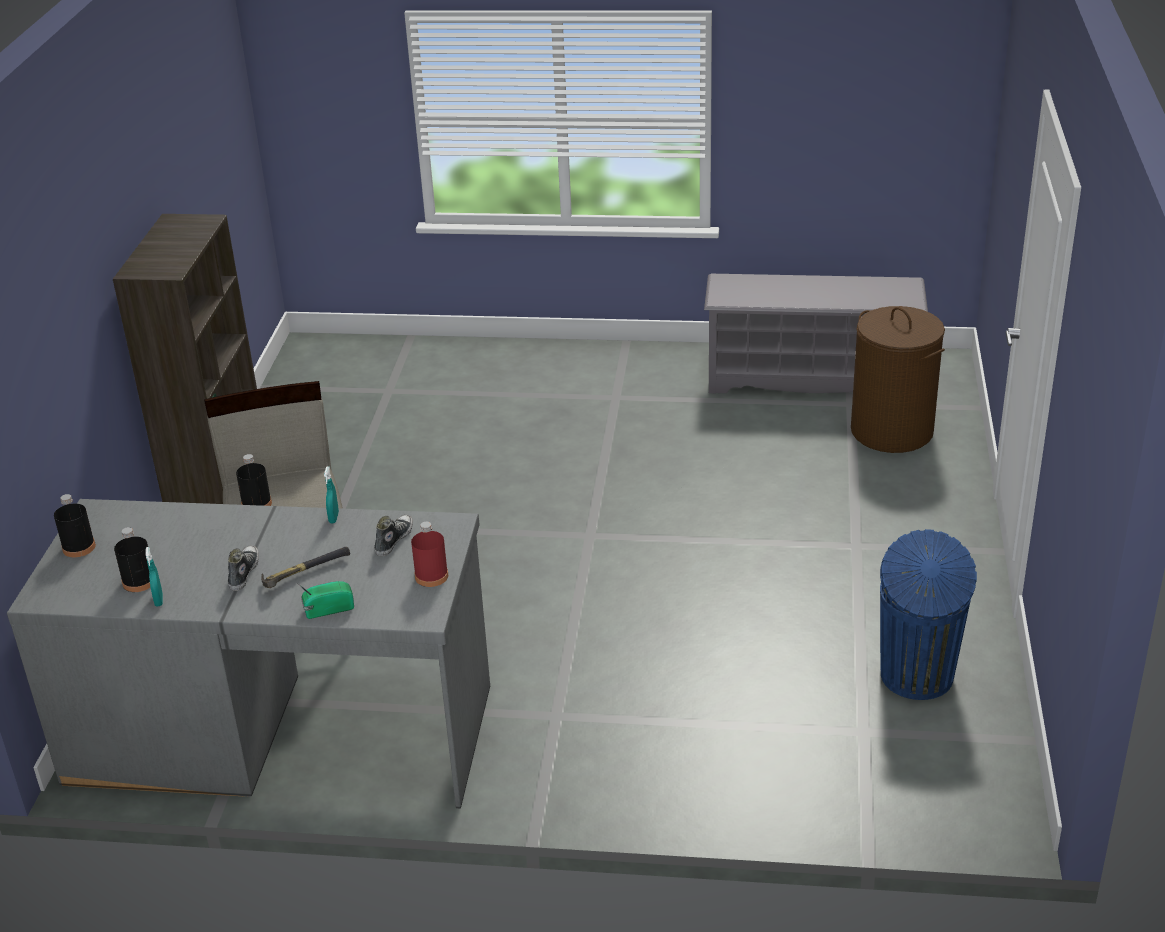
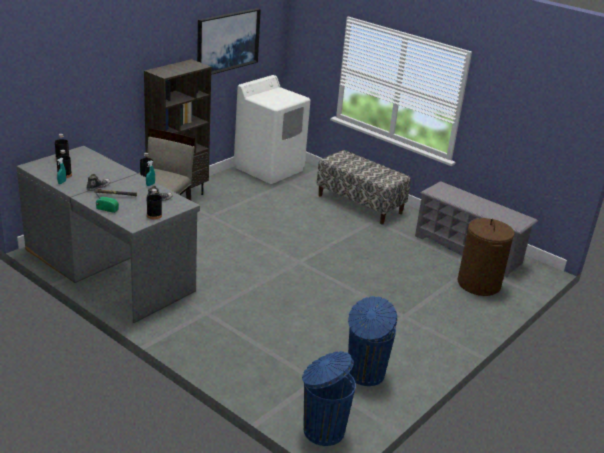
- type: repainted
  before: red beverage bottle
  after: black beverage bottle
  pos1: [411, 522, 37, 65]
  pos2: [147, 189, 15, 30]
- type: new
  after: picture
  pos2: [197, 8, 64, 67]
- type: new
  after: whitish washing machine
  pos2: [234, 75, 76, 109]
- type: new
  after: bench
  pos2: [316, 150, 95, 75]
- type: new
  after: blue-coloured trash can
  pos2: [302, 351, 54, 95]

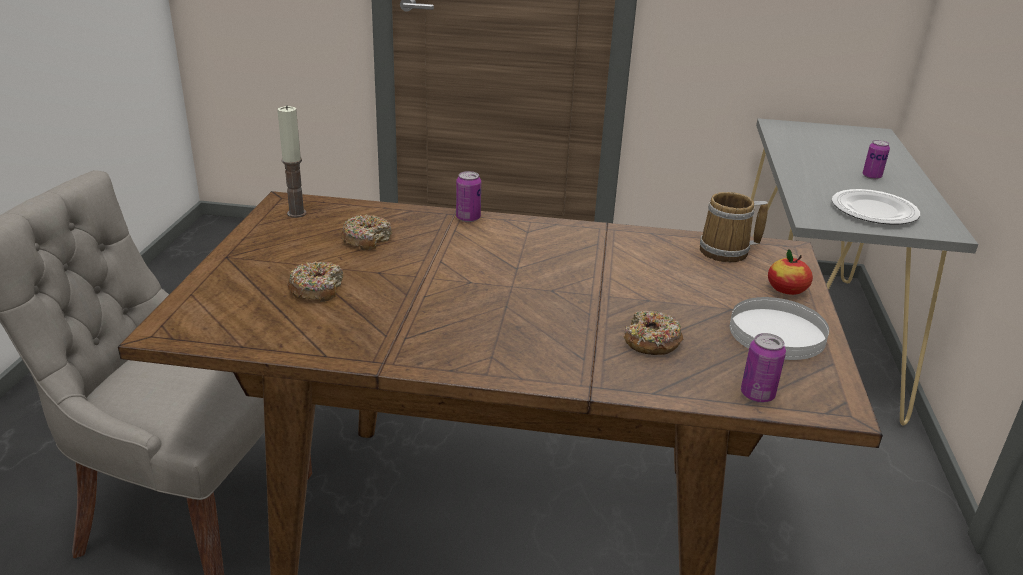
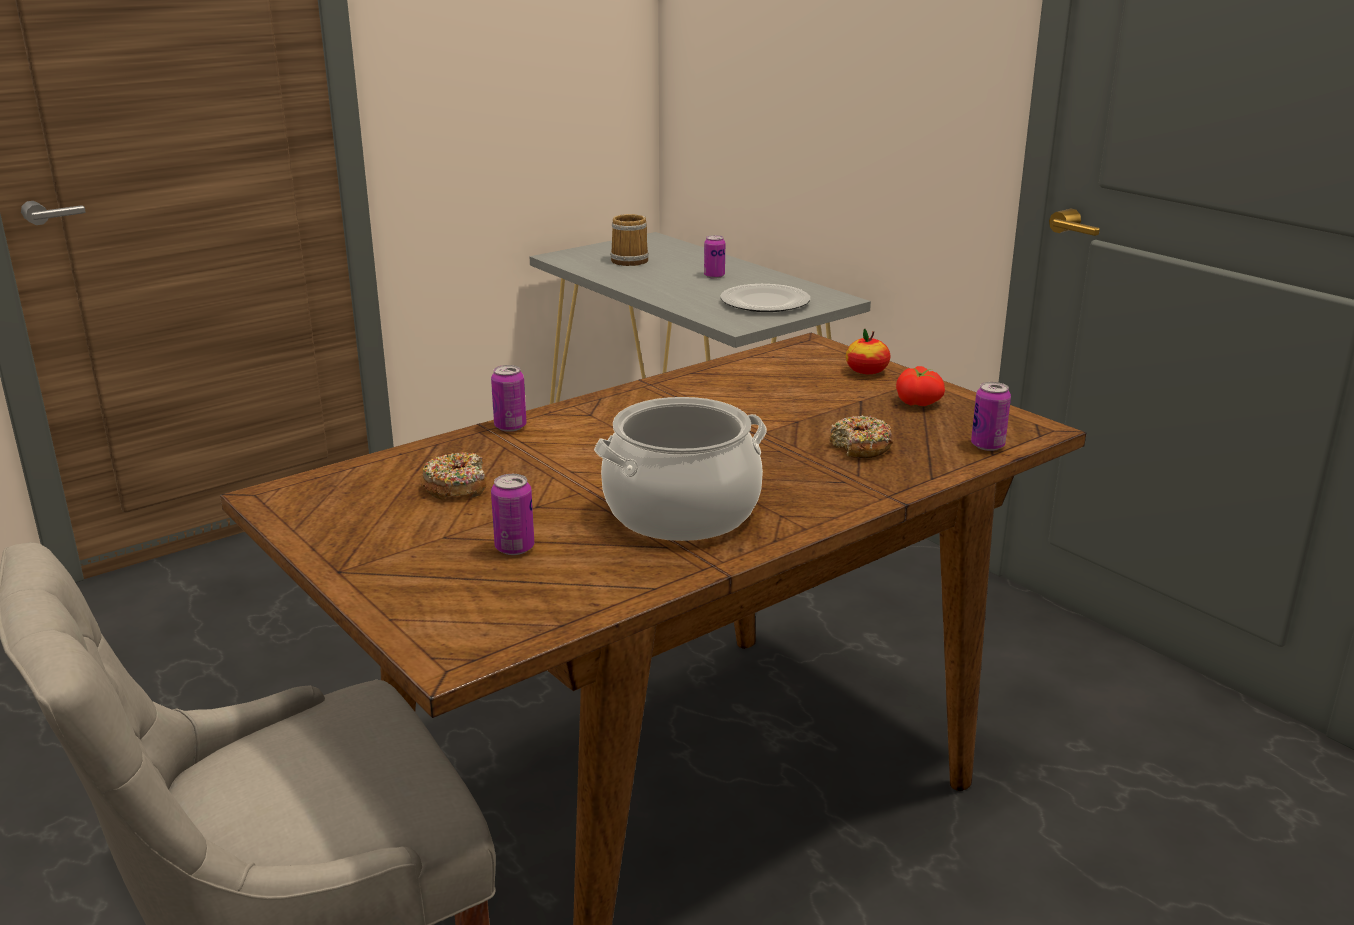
- type: gone
  before: wax candle
  pos1: [277, 105, 29, 113]
- type: shifted
  before: mug
  pos1: [700, 192, 68, 70]
  pos2: [610, 214, 39, 52]
- type: swapped
  before: ring doughnut
  after: can
  pos1: [287, 261, 57, 41]
  pos2: [491, 474, 43, 81]
- type: swapped
  before: whitish plate
  after: tomato
  pos1: [730, 297, 99, 63]
  pos2: [896, 366, 49, 40]
- type: new
  after: saucepot
  pos2: [594, 397, 173, 144]

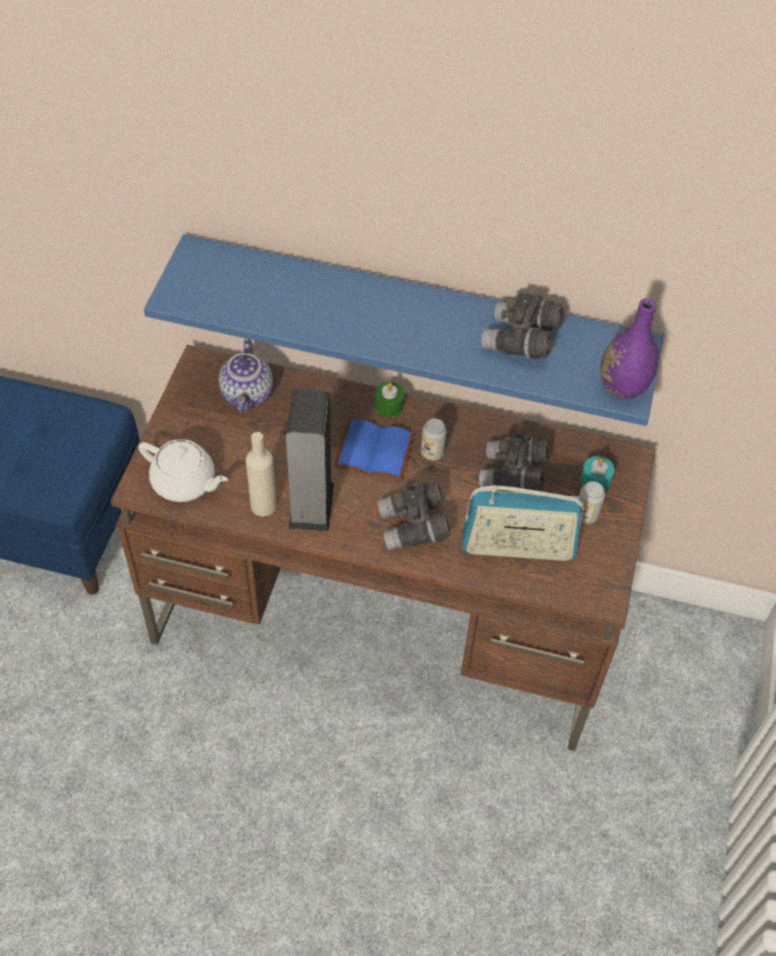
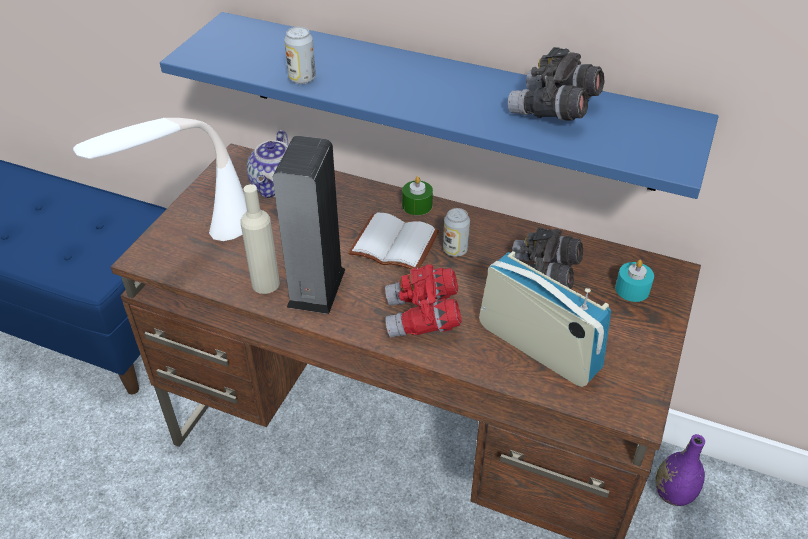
- type: shifted
  before: purplish flower vase
  pos1: [600, 298, 59, 101]
  pos2: [655, 434, 50, 72]
- type: repainted
  before: blue-coloured bound book
  after: whitish bound book
  pos1: [334, 420, 81, 61]
  pos2: [348, 212, 91, 57]
- type: swapped
  before: whitish tea pot
  after: whitish tabletop lamp
  pos1: [138, 439, 90, 63]
  pos2: [73, 118, 174, 123]
- type: repainted
  before: greyish pair of binoculars
  after: red pair of binoculars
  pos1: [377, 481, 74, 69]
  pos2: [385, 264, 76, 74]
- type: shifted
  before: can
  pos1: [579, 481, 26, 43]
  pos2: [284, 27, 32, 57]
- type: rotated
  before: radio receiver
  pos1: [462, 485, 122, 76]
  pos2: [479, 251, 132, 136]
  turn: -150

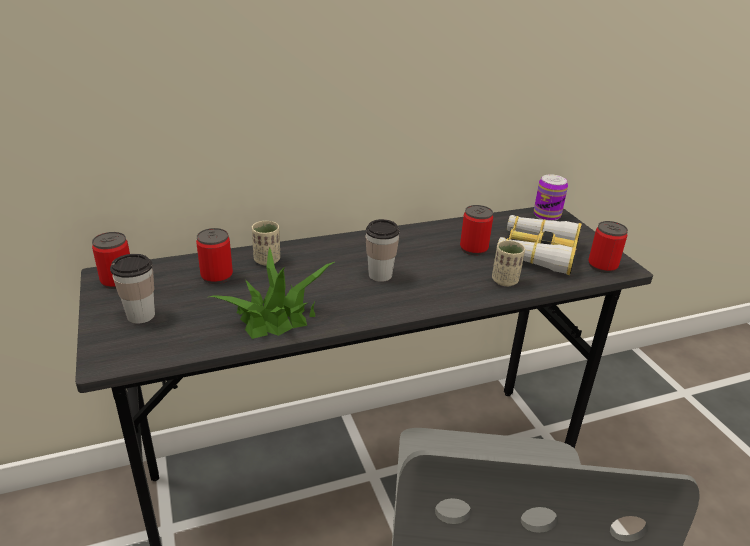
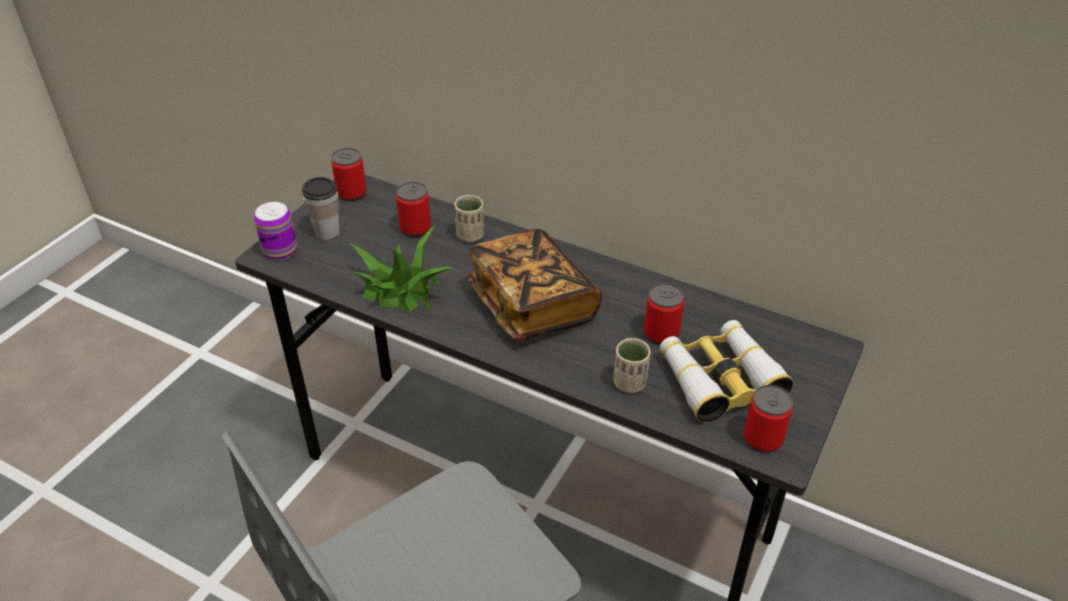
- type: shifted
  before: can
  pos1: [534, 174, 34, 47]
  pos2: [254, 202, 43, 58]
- type: swapped
  before: drinking cup
  after: bound book
  pos1: [365, 219, 34, 63]
  pos2: [467, 229, 135, 112]

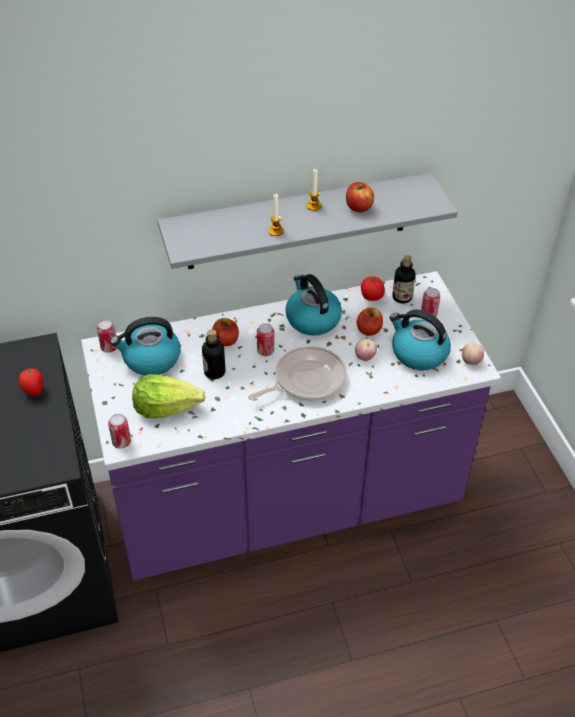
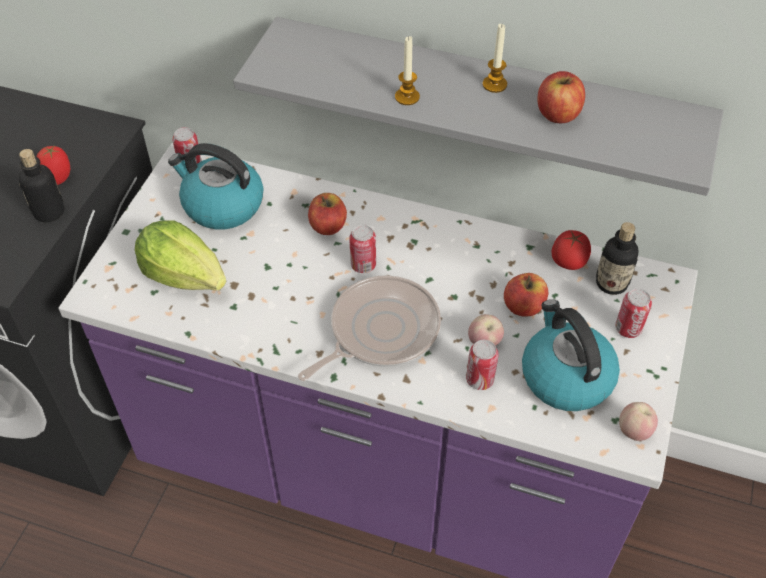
- type: gone
  before: tea kettle
  pos1: [285, 274, 57, 61]
- type: shifted
  before: beverage bottle
  pos1: [202, 329, 24, 50]
  pos2: [19, 149, 46, 73]
- type: rotated
  before: skillet
  pos1: [248, 346, 99, 55]
  pos2: [298, 275, 143, 106]
  turn: -45
- type: shifted
  before: can
  pos1: [108, 414, 23, 35]
  pos2: [466, 340, 33, 50]

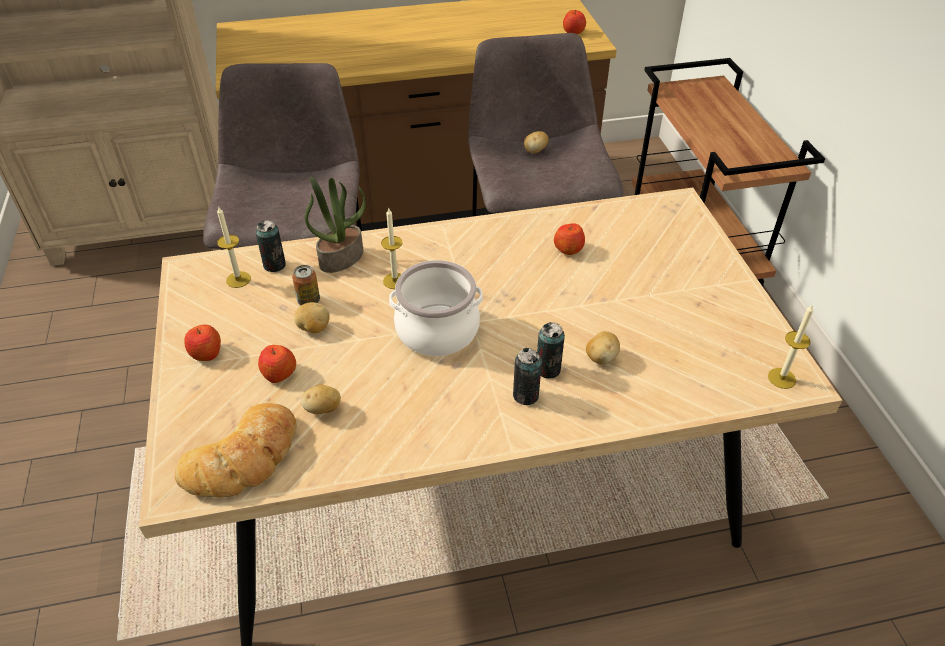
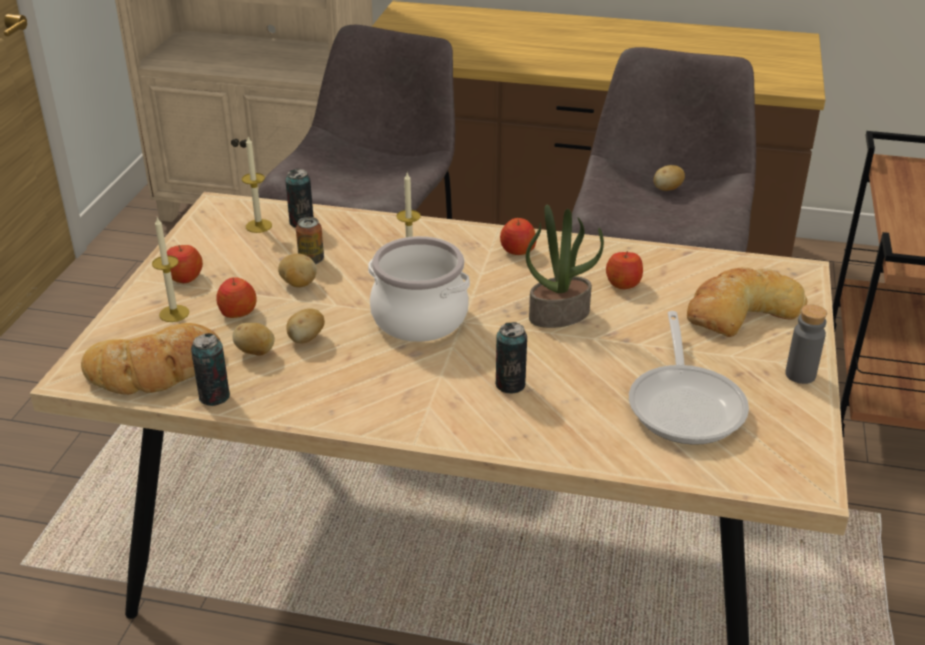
- type: shifted
  before: whole apple
  pos1: [563, 10, 23, 24]
  pos2: [500, 218, 37, 37]
- type: shifted
  before: plant in a pot
  pos1: [305, 177, 61, 96]
  pos2: [526, 205, 78, 123]
- type: shifted
  before: wax candle
  pos1: [768, 304, 46, 85]
  pos2: [152, 218, 37, 104]
- type: shifted
  before: whole potato
  pos1: [586, 331, 34, 34]
  pos2: [286, 308, 39, 35]
- type: shifted
  before: can
  pos1: [513, 348, 29, 57]
  pos2: [191, 333, 39, 73]
- type: new
  after: bakery bread
  pos2: [687, 267, 120, 70]
- type: new
  after: greyish beverage bottle
  pos2: [785, 304, 42, 80]
- type: new
  after: skillet
  pos2: [629, 311, 120, 134]

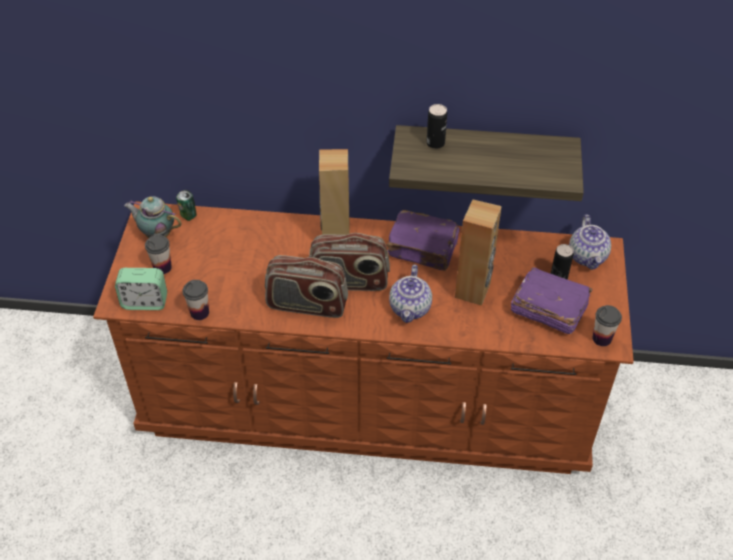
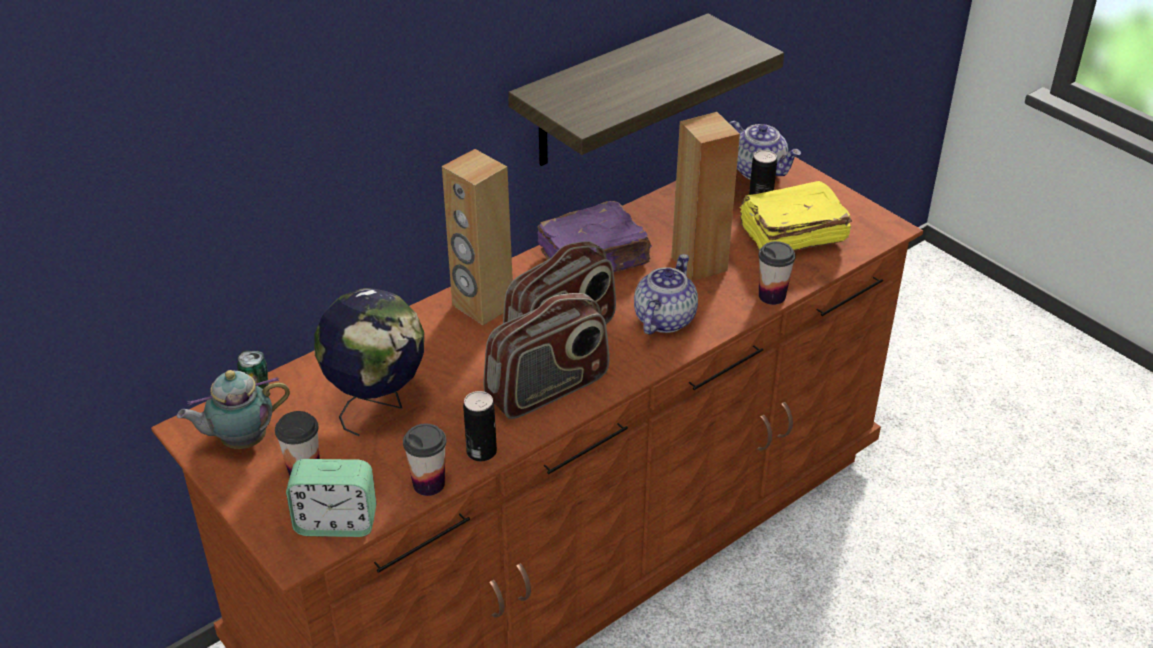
- type: shifted
  before: can
  pos1: [426, 104, 21, 45]
  pos2: [463, 391, 34, 70]
- type: rotated
  before: tea pot
  pos1: [389, 265, 43, 58]
  pos2: [634, 254, 64, 80]
  turn: -120
- type: repainted
  before: purplish bound book
  after: yellow bound book
  pos1: [511, 267, 81, 67]
  pos2: [739, 181, 113, 70]
- type: rotated
  before: table clock
  pos1: [115, 268, 52, 42]
  pos2: [286, 459, 90, 78]
  turn: 45
- type: shifted
  before: drinking cup
  pos1: [592, 305, 30, 41]
  pos2: [758, 241, 38, 64]
- type: new
  after: desk globe
  pos2: [315, 288, 109, 148]

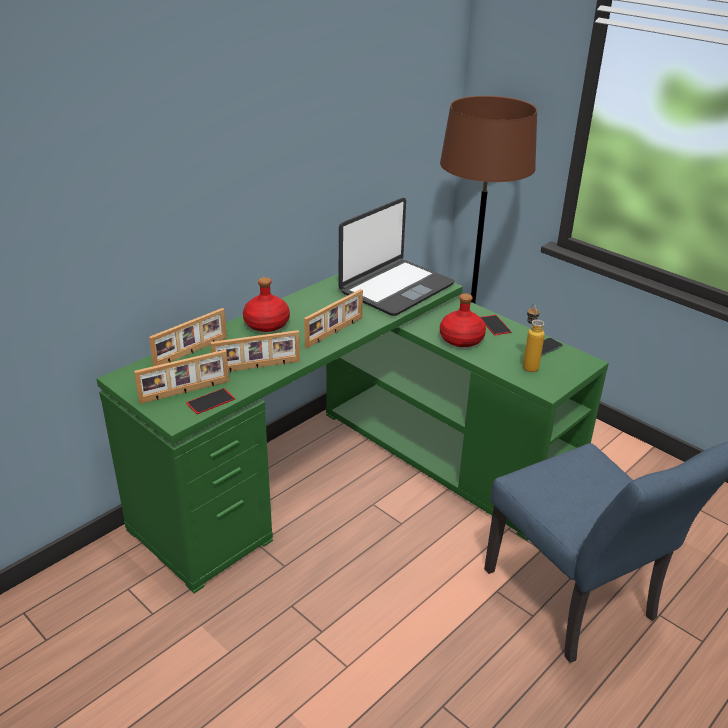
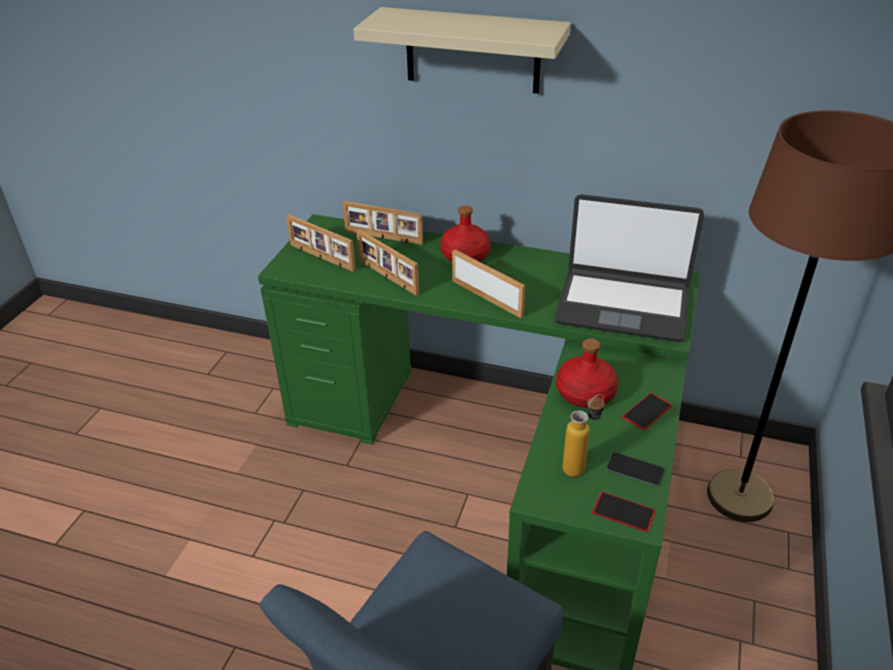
- type: rotated
  before: picture frame
  pos1: [304, 289, 59, 59]
  pos2: [452, 250, 73, 68]
  turn: -150
- type: shifted
  before: handset
  pos1: [186, 388, 49, 26]
  pos2: [592, 492, 64, 40]
- type: new
  after: beige shelf
  pos2: [353, 7, 218, 87]

